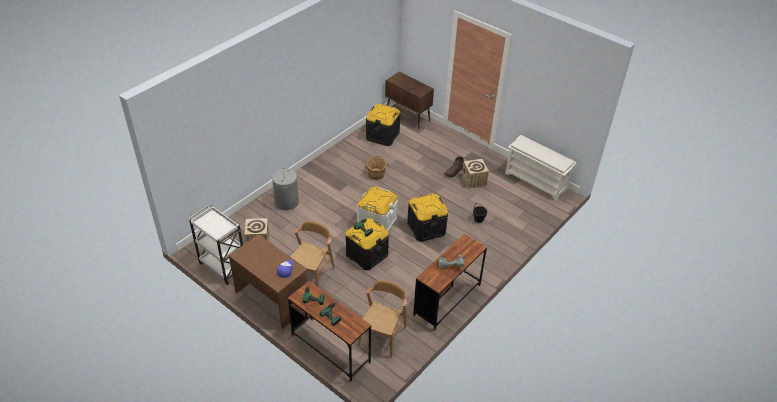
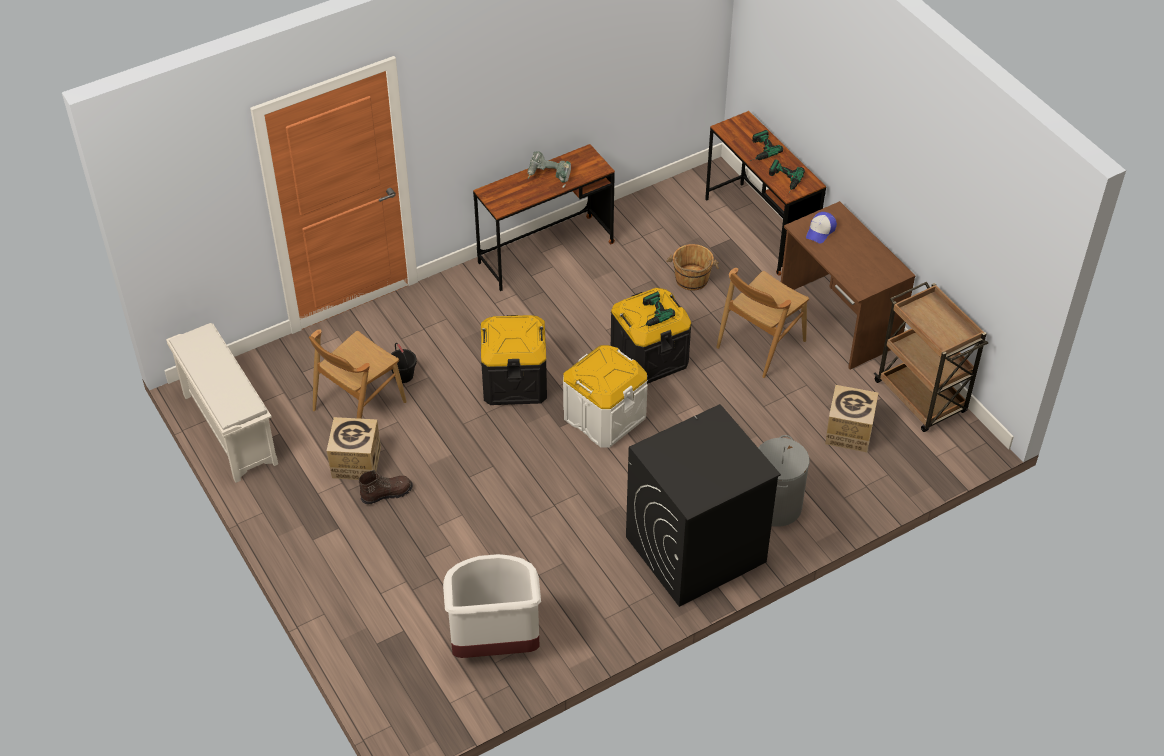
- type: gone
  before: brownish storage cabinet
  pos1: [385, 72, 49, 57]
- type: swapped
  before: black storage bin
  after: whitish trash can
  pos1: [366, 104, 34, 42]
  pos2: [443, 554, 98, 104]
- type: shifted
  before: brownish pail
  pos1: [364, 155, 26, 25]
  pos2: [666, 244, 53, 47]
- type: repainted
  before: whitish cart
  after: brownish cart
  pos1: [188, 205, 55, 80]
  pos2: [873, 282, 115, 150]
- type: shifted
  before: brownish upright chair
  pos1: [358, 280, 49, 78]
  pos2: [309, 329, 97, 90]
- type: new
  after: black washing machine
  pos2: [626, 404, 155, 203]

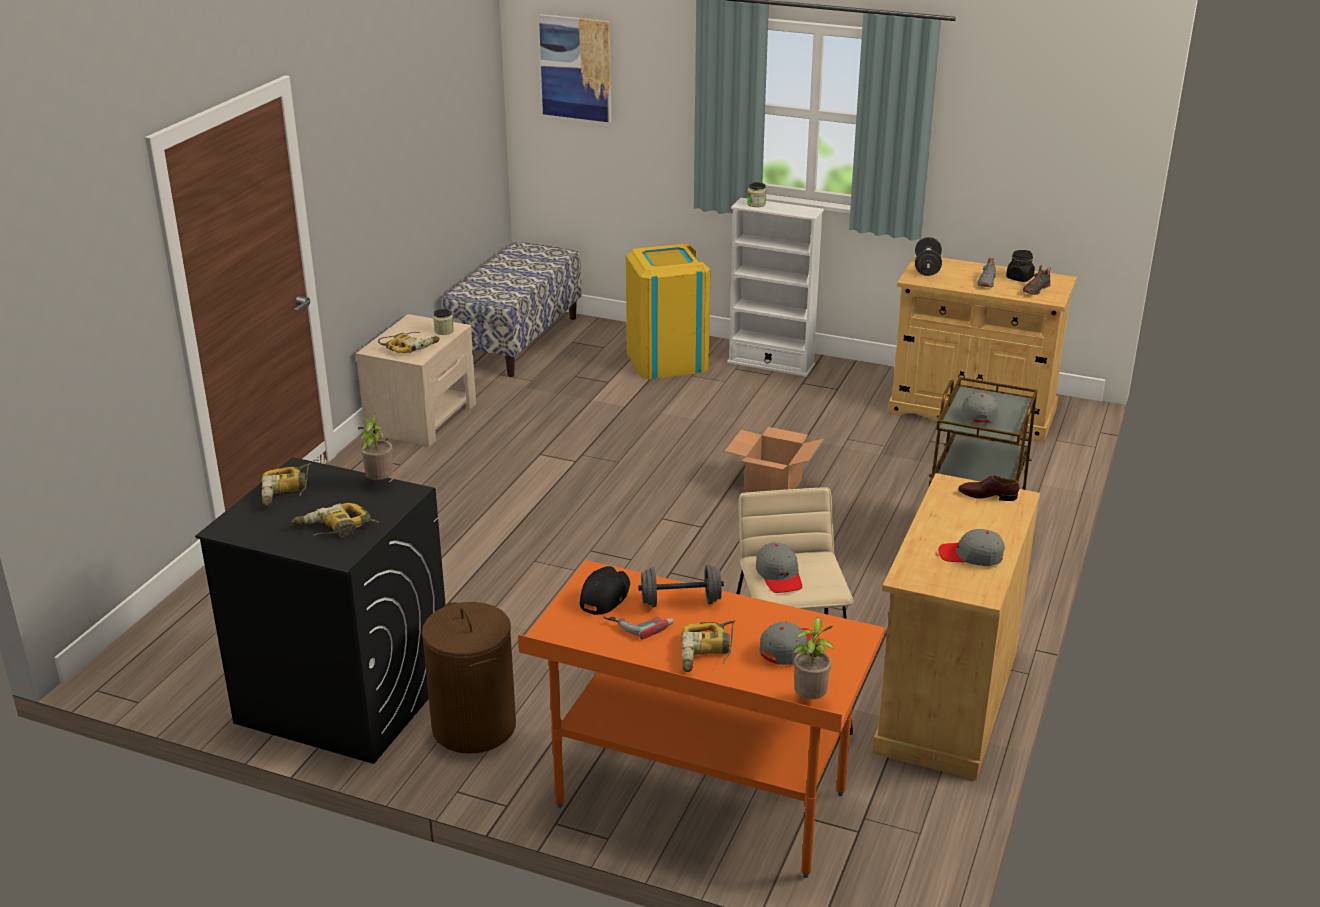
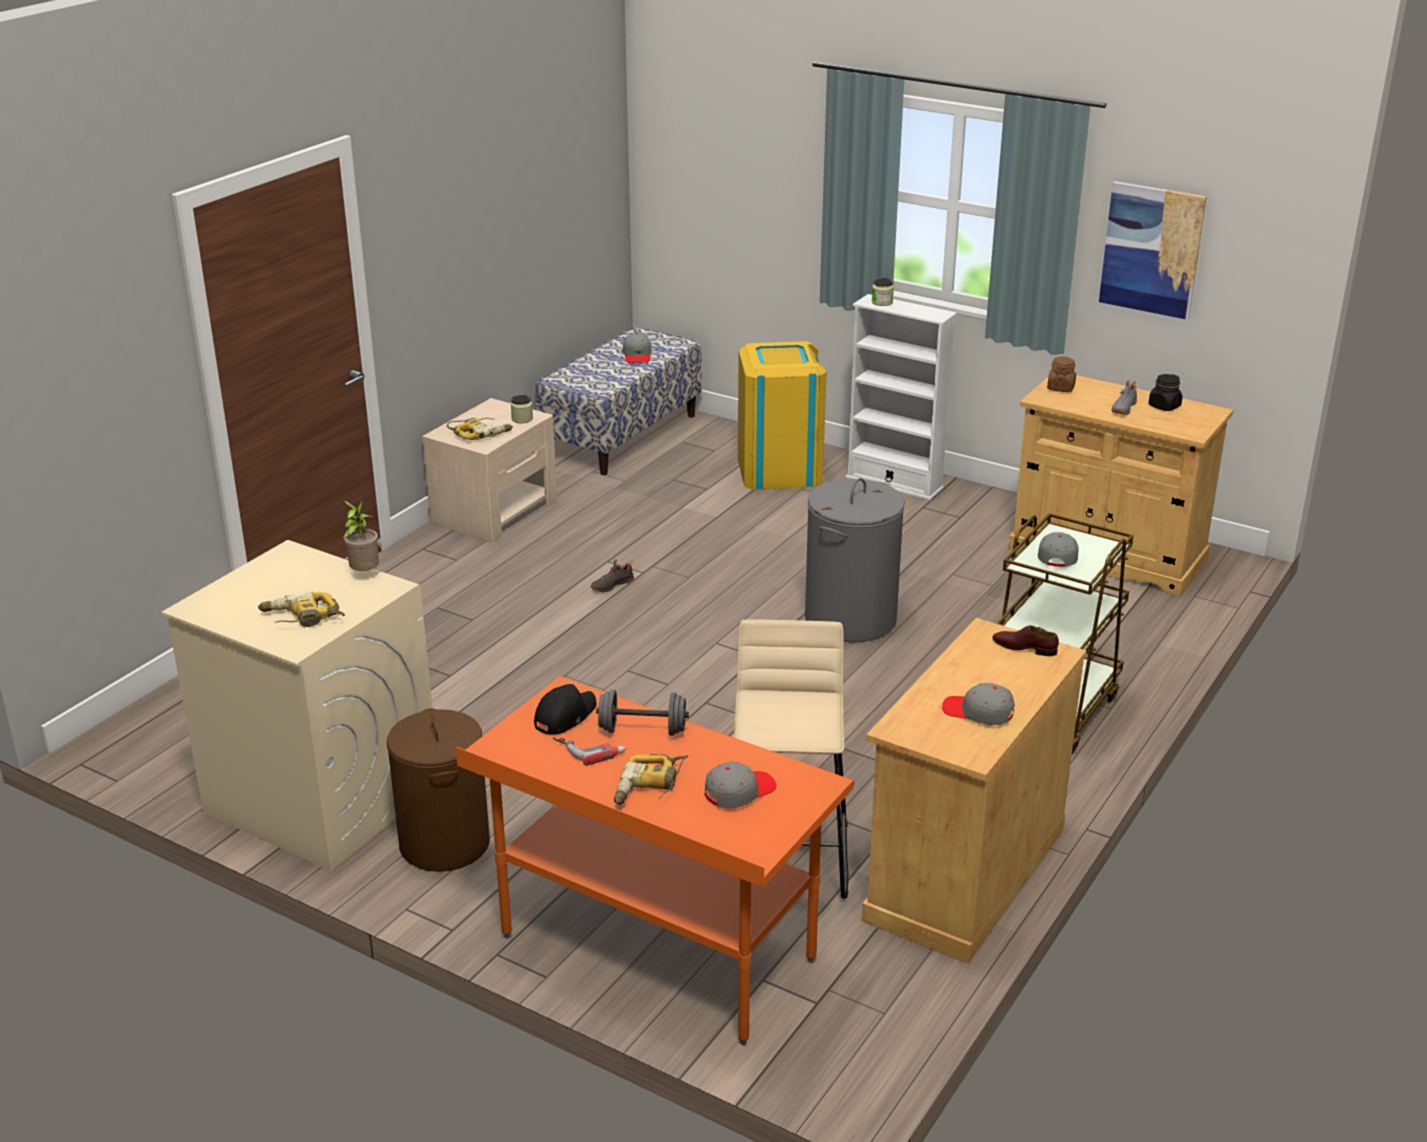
- type: shifted
  before: picture
  pos1: [539, 14, 72, 109]
  pos2: [1099, 181, 108, 139]
- type: swapped
  before: black dumbbell
  after: brownish jar
  pos1: [915, 237, 27, 39]
  pos2: [1047, 356, 29, 36]
- type: shifted
  before: black item of footwear
  pos1: [1023, 265, 28, 30]
  pos2: [591, 559, 43, 34]
- type: swapped
  before: packing box
  after: greyish washing basket
  pos1: [725, 427, 98, 66]
  pos2: [805, 478, 100, 165]
- type: repainted
  before: black washing machine
  after: beige washing machine
  pos1: [195, 457, 251, 307]
  pos2: [162, 540, 270, 331]
- type: gone
  before: electric drill
  pos1: [262, 463, 49, 44]
- type: shifted
  before: greyish baseball cap
  pos1: [756, 542, 46, 51]
  pos2: [623, 332, 29, 31]
- type: gone
  before: plant in a pot
  pos1: [793, 617, 41, 82]

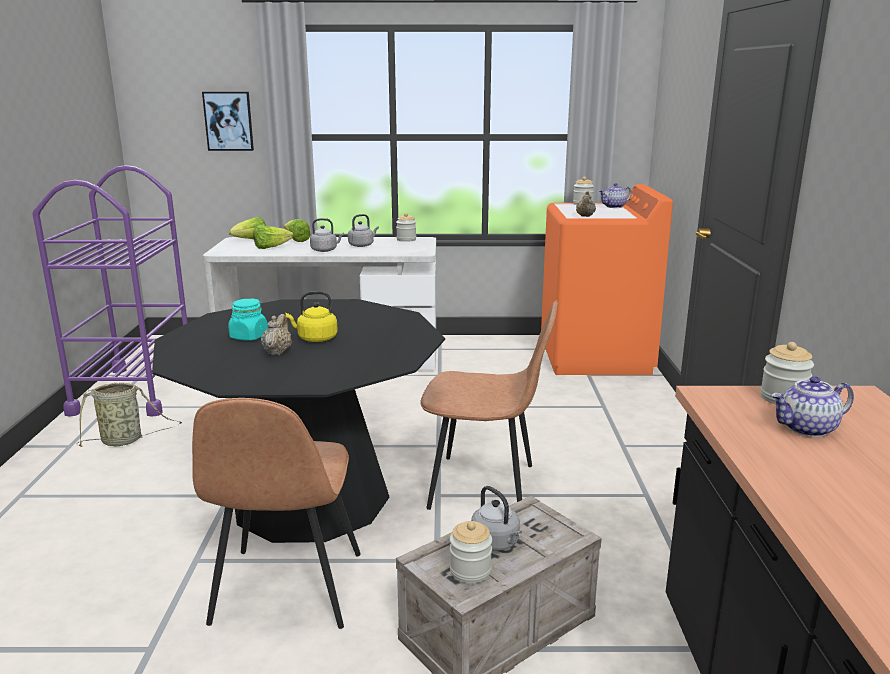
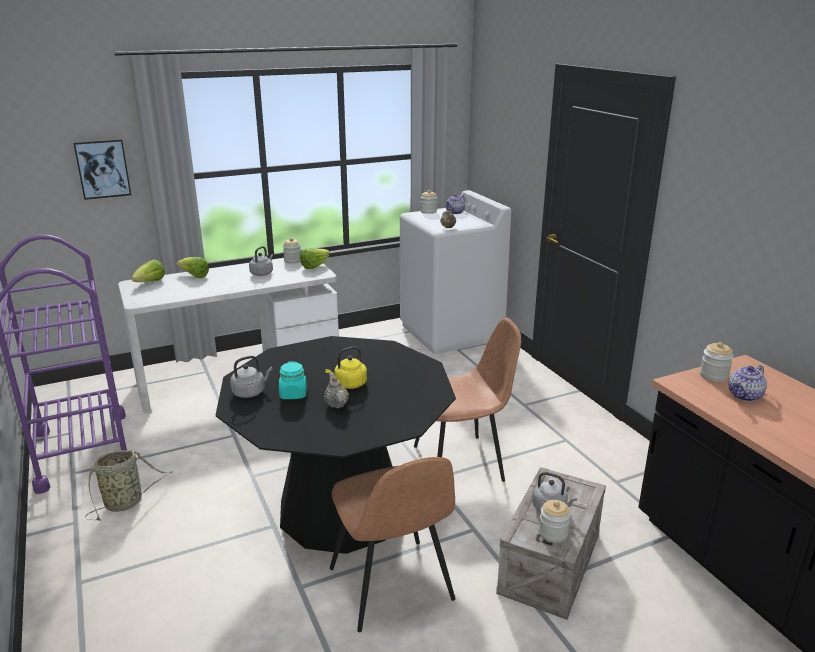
- type: repainted
  before: orangey washing machine
  after: whitish washing machine
  pos1: [541, 184, 132, 191]
  pos2: [400, 190, 111, 164]
- type: shifted
  before: greyish tea kettle
  pos1: [310, 218, 34, 34]
  pos2: [230, 356, 43, 42]
- type: shifted
  before: lettuce head
  pos1: [253, 225, 41, 24]
  pos2: [300, 248, 30, 21]

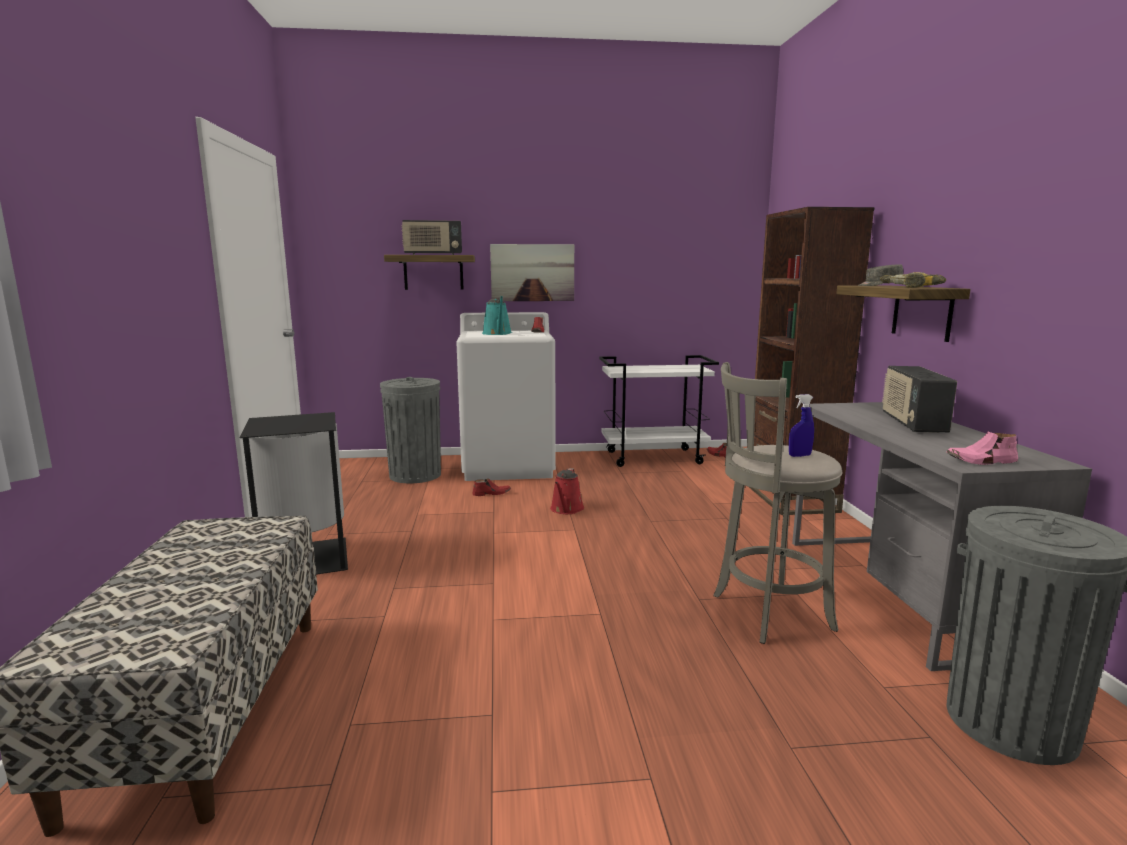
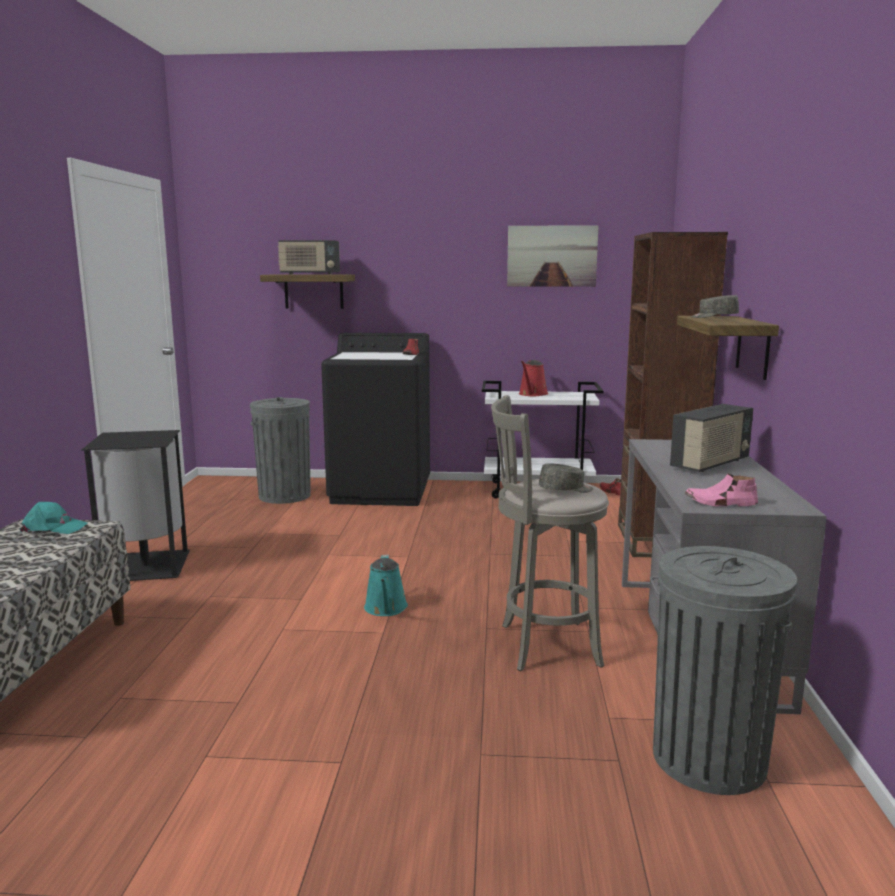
- type: shifted
  before: picture
  pos1: [490, 244, 84, 57]
  pos2: [507, 225, 91, 62]
- type: gone
  before: electric drill
  pos1: [880, 272, 66, 16]
- type: shifted
  before: turquoise-coloured watering pot
  pos1: [482, 296, 30, 39]
  pos2: [364, 554, 44, 62]
- type: repainted
  before: whitish washing machine
  after: black washing machine
  pos1: [456, 312, 100, 169]
  pos2: [321, 333, 109, 173]
- type: rotated
  before: radio receiver
  pos1: [882, 366, 75, 67]
  pos2: [670, 404, 83, 68]
  turn: -150
- type: swapped
  before: blue-coloured sprayer
  after: greyish baseball cap
  pos1: [789, 394, 25, 63]
  pos2: [539, 463, 54, 30]
- type: shifted
  before: red watering pot
  pos1: [550, 468, 34, 46]
  pos2: [519, 360, 29, 36]
- type: gone
  before: red item of footwear
  pos1: [472, 478, 39, 18]
- type: new
  after: turquoise-coloured baseball cap
  pos2: [20, 502, 68, 32]

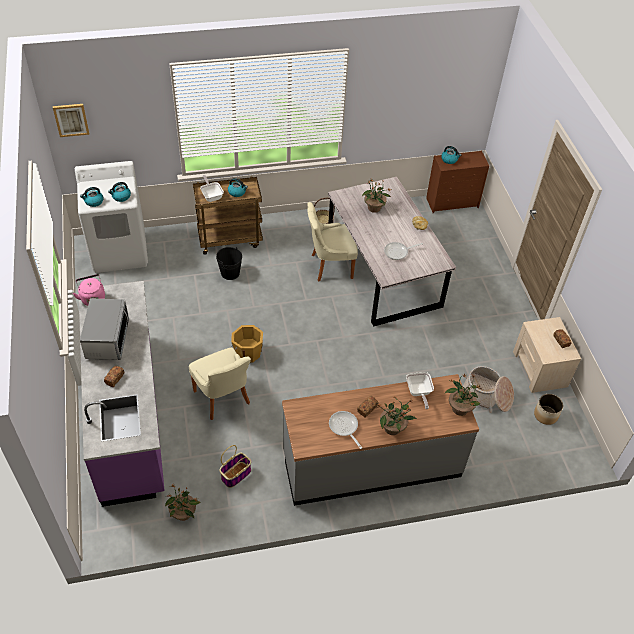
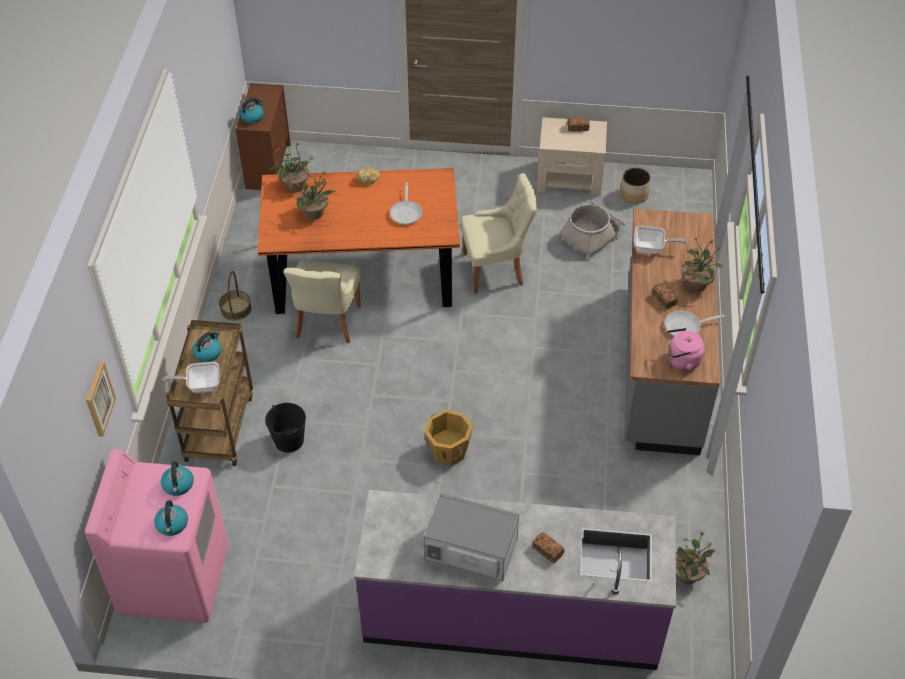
- type: shifted
  before: picture
  pos1: [53, 104, 36, 33]
  pos2: [86, 362, 30, 75]
- type: repainted
  before: whitish washing machine
  after: pink washing machine
  pos1: [75, 161, 73, 112]
  pos2: [85, 449, 143, 174]
- type: repainted
  before: greyish dinner table
  after: orangey dinner table
  pos1: [328, 177, 128, 149]
  pos2: [258, 168, 202, 146]
- type: shifted
  before: pink tea kettle
  pos1: [73, 274, 32, 32]
  pos2: [666, 328, 39, 42]
- type: shifted
  before: beige upright chair
  pos1: [189, 348, 62, 72]
  pos2: [461, 173, 76, 121]
- type: shifted
  before: plant in a pot
  pos1: [445, 374, 36, 42]
  pos2: [269, 141, 45, 51]
- type: gone
  before: storage basket
  pos1: [219, 445, 33, 43]

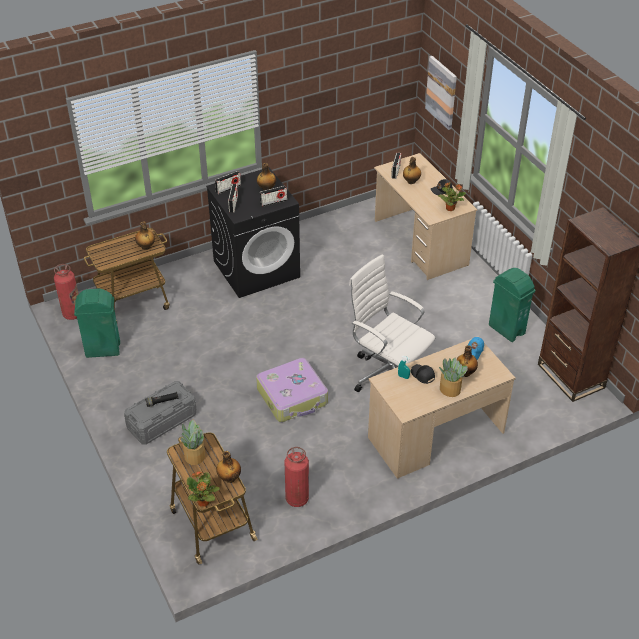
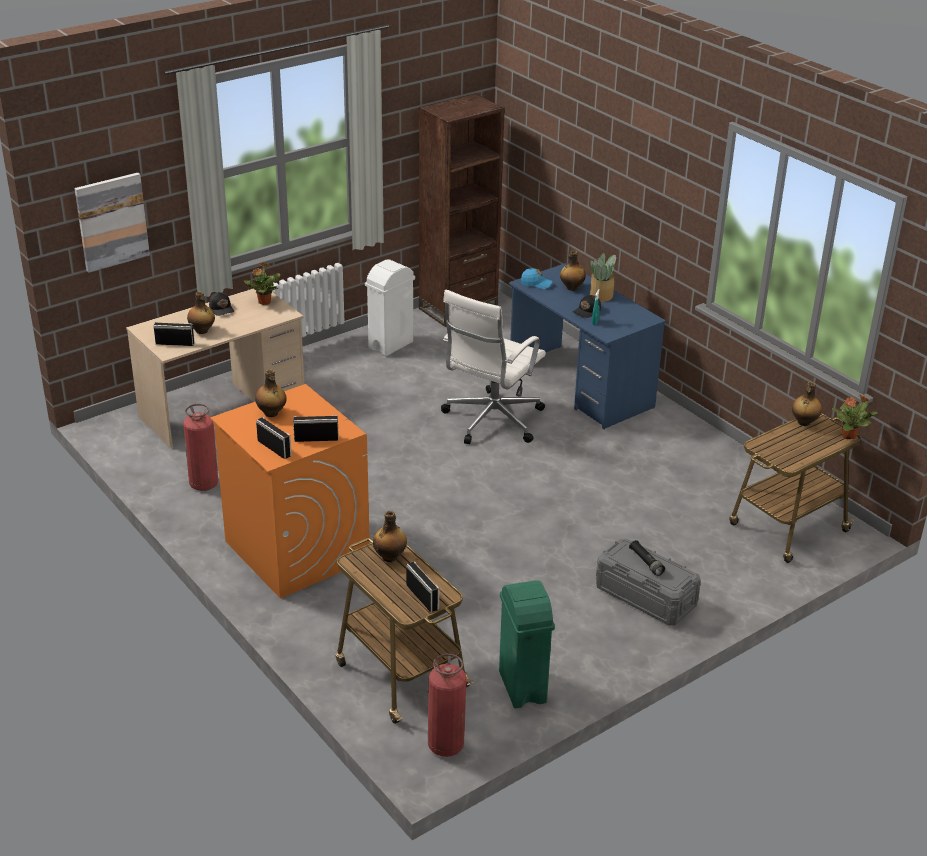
- type: repainted
  before: black washing machine
  after: orangey washing machine
  pos1: [206, 168, 94, 130]
  pos2: [210, 384, 160, 215]
- type: shifted
  before: radio receiver
  pos1: [260, 186, 27, 21]
  pos2: [406, 561, 33, 51]
- type: repainted
  before: green-coloured trash can
  after: whitish trash can
  pos1: [489, 268, 46, 74]
  pos2: [365, 259, 50, 97]
- type: repainted
  before: beige desk unit
  after: blue-coloured desk unit
  pos1: [368, 336, 148, 143]
  pos2: [509, 263, 157, 166]
- type: gone
  before: travel case
  pos1: [256, 358, 72, 64]
- type: gone
  before: plant in a pot
  pos1: [181, 419, 24, 46]
- type: shifted
  before: fire extinguisher
  pos1: [285, 447, 24, 60]
  pos2: [183, 404, 35, 87]

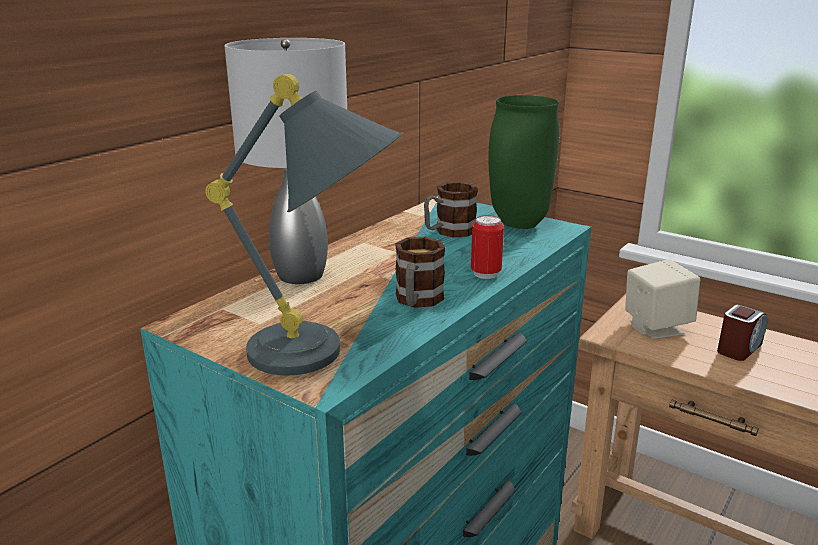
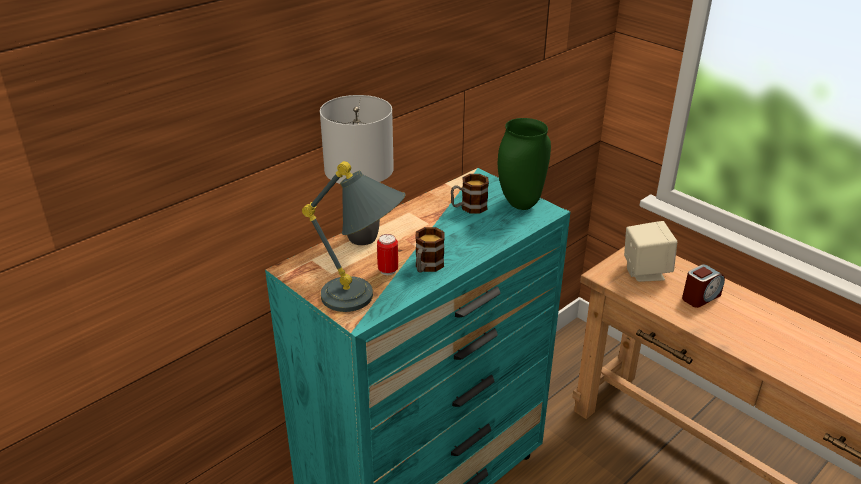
- type: shifted
  before: can
  pos1: [471, 215, 33, 64]
  pos2: [377, 234, 21, 41]

